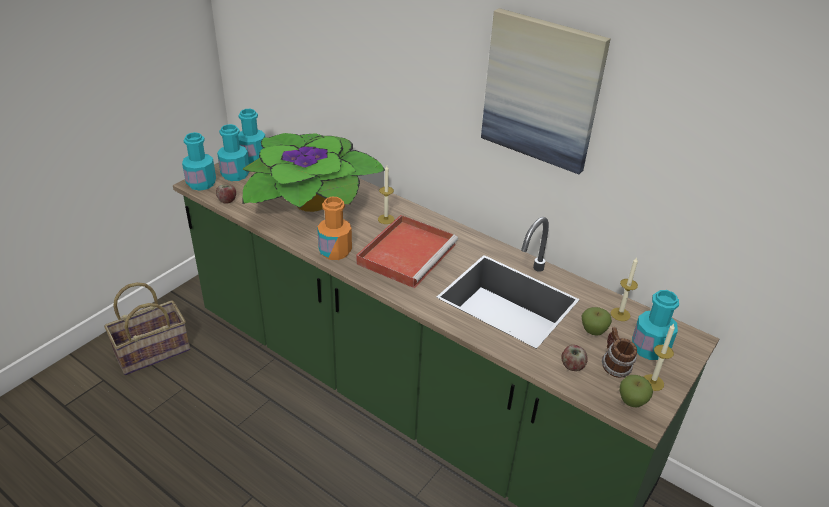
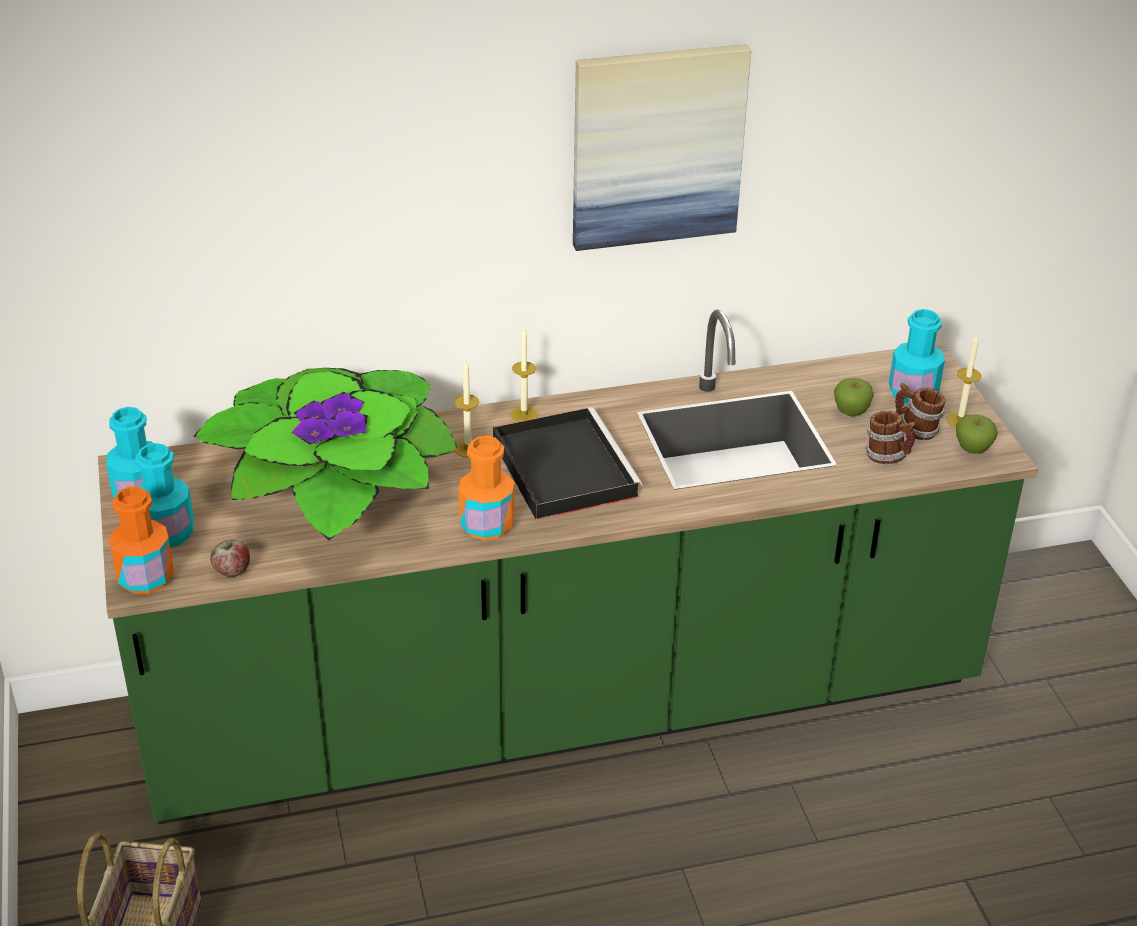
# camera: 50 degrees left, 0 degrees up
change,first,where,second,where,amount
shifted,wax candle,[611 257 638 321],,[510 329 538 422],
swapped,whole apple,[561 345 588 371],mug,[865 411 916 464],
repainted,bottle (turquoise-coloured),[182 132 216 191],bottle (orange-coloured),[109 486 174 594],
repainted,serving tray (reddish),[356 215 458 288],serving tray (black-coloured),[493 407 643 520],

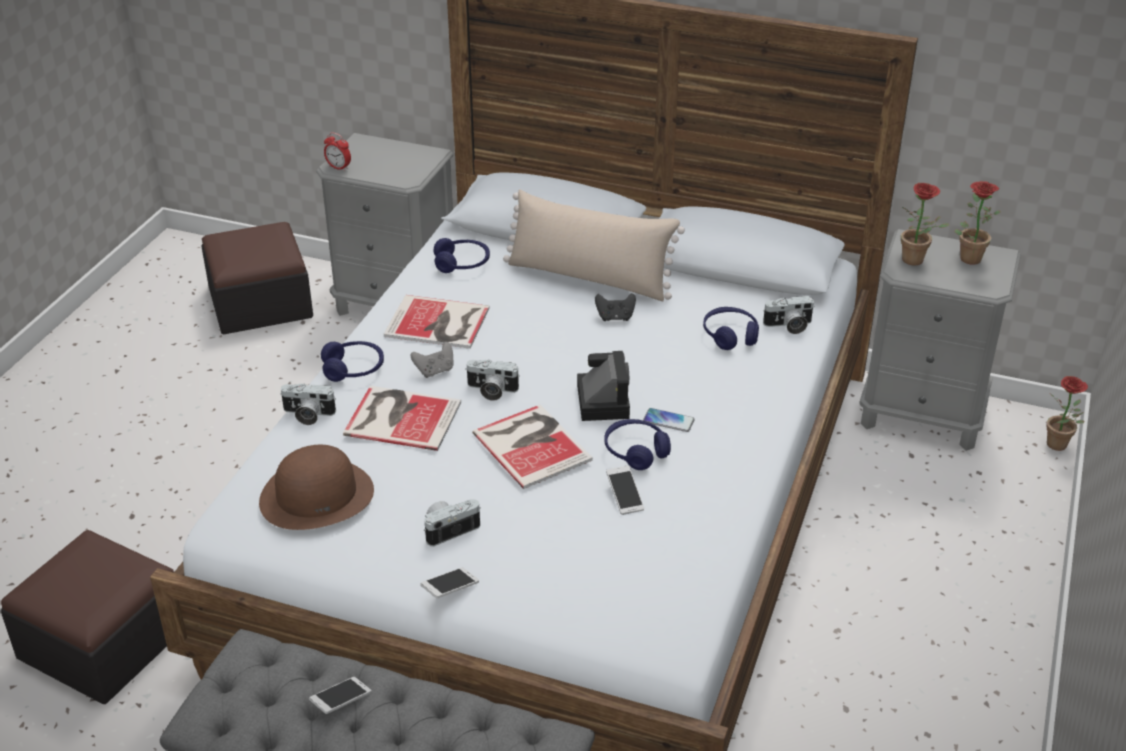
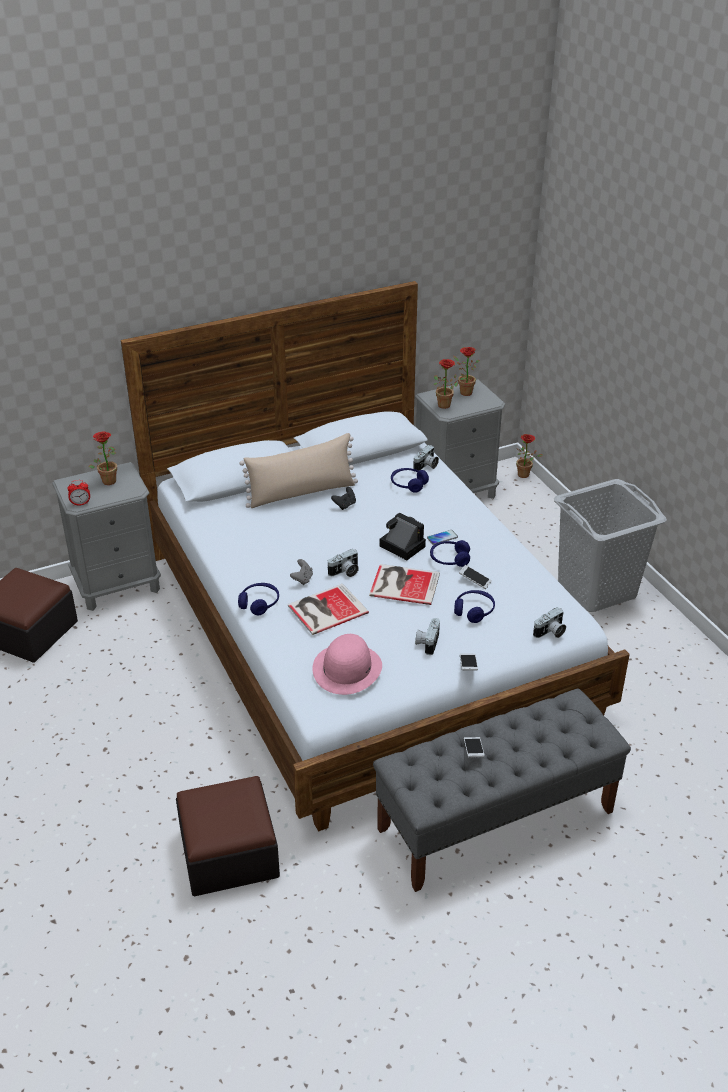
# camera: 45 degrees left, 0 degrees up
change,first,where,second,where,amount
gone,bound book,[384 295 490 349],,,
new,,,potted plant,[89 431 117 485],
new,,,laundry basket (gray),[554 479 667 612],
shifted,photo camera,[280 383 336 425],,[533 607 566 638],
shifted,pair of headphones (blue),[434 238 490 273],,[454 590 495 623],
repainted,wearable hat (brownish),[259 445 374 530],wearable hat (pinkish),[313 634 382 695],

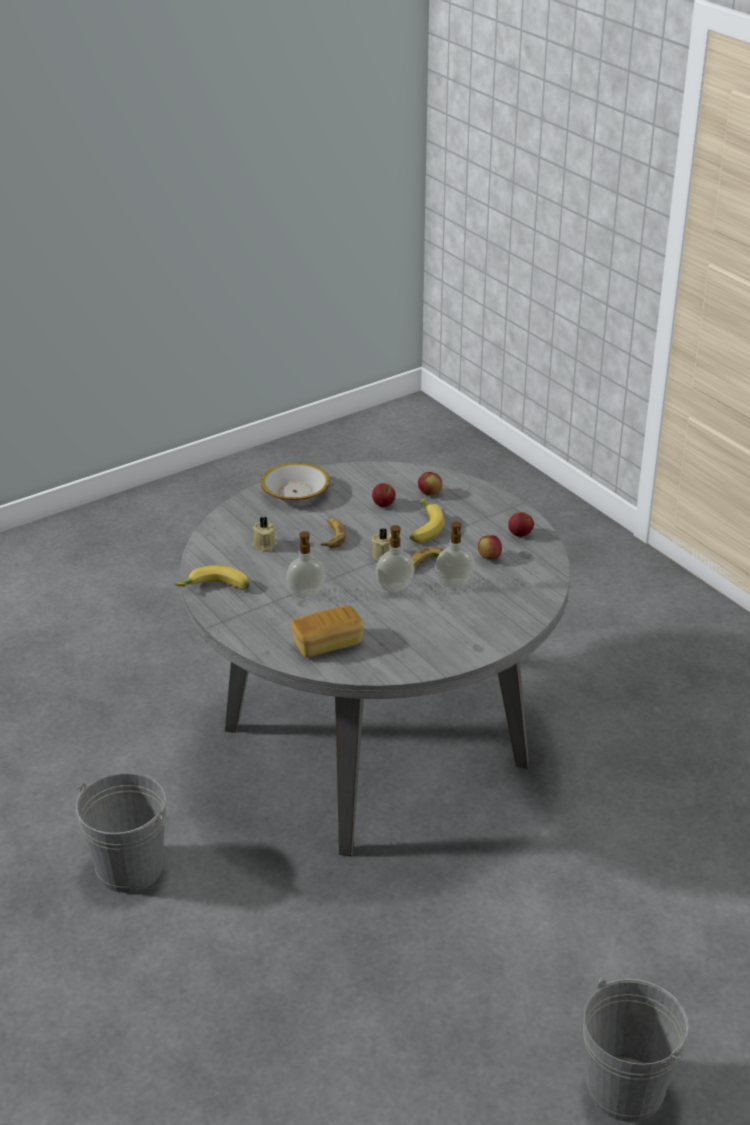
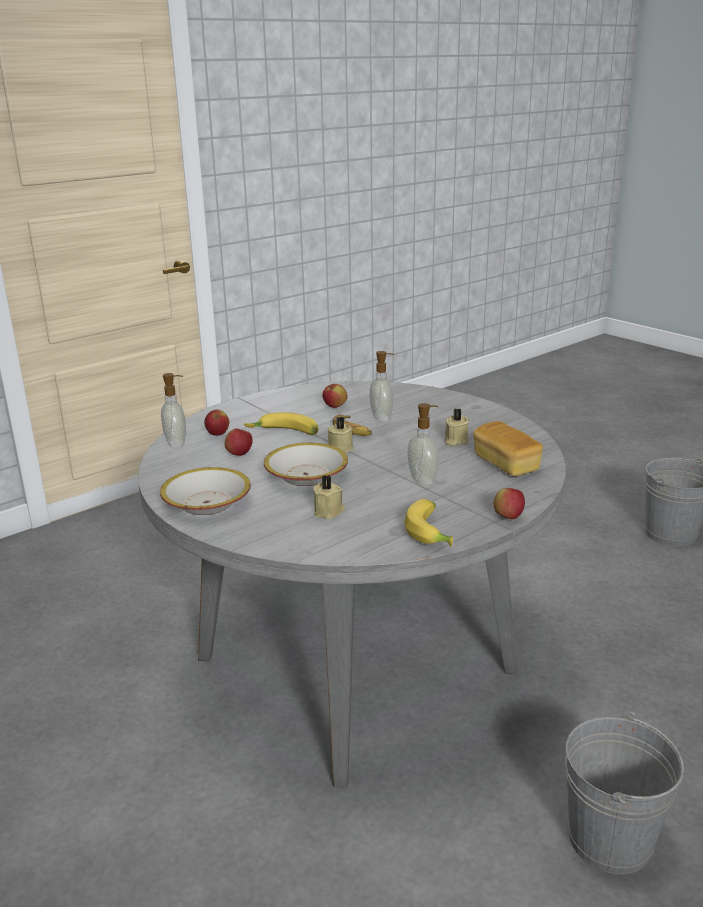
# camera: 95 degrees left, 10 degrees down
change,first,where,second,where,amount
new,,,wax candle (beige-coloured),[445 408 469 446],
shifted,soap bottle,[376 525 415 592],,[161 373 186 448],
shifted,whole apple,[508 512 534 537],,[494 488 525 519],
swapped,banana fruit,[320 518 346 548],bowl,[264 443 348 486],

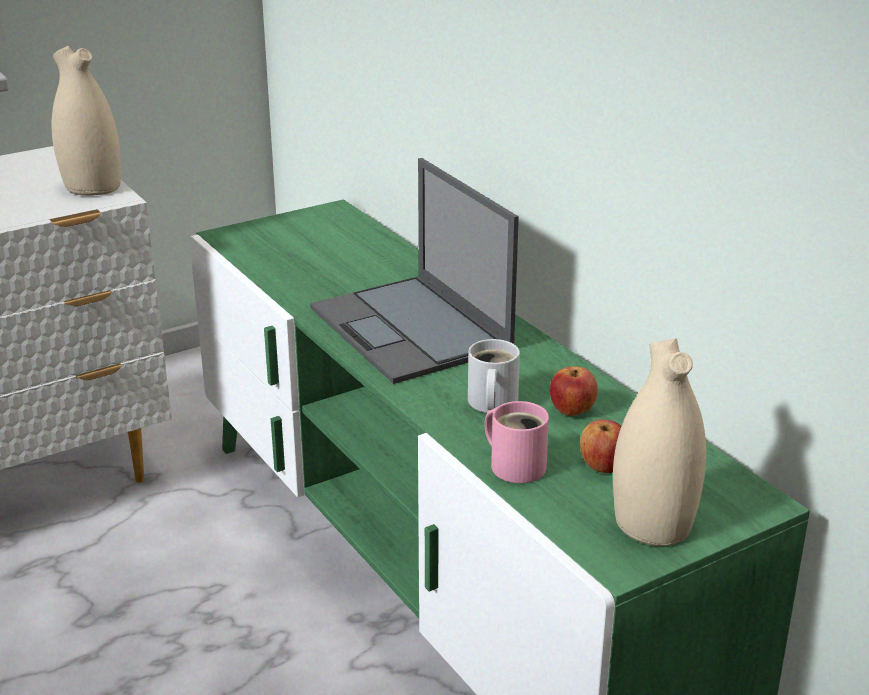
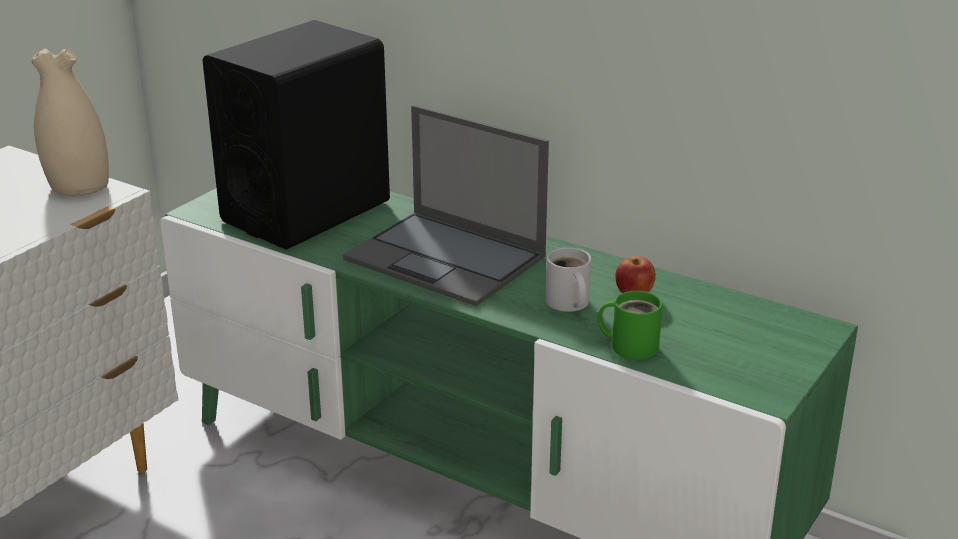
# camera: 25 degrees left, 0 degrees up
change,first,where,second,where,amount
gone,whole apple,[580 419 621 473],,,
gone,decorative vase (beige-coloured),[613 338 706 546],,,
new,,,speaker (black-coloured),[202 20 390 250],
repainted,mug (pinkish),[484 401 549 483],mug (greenish),[598 291 663 360],

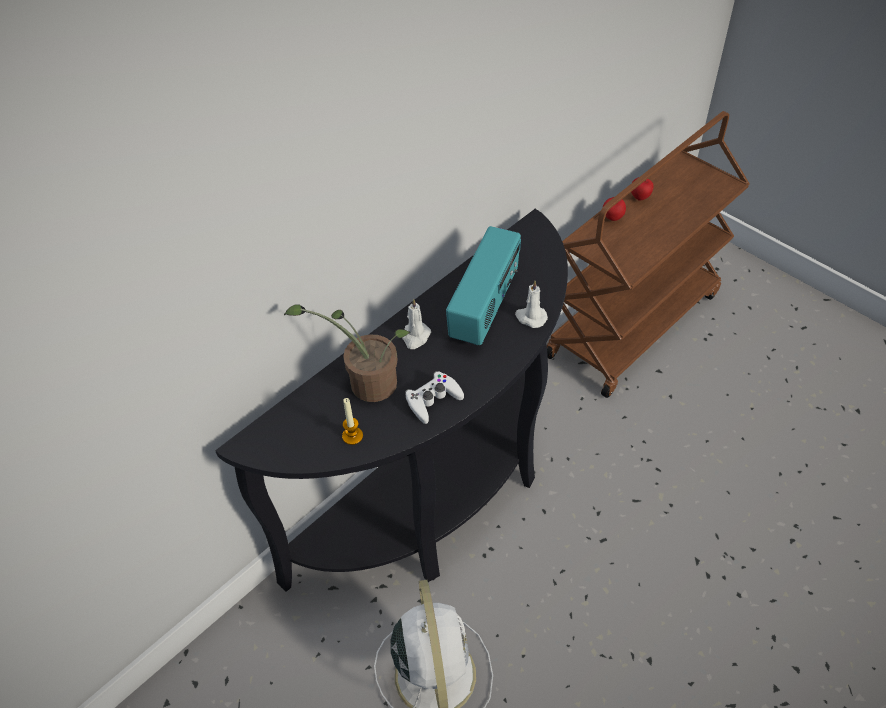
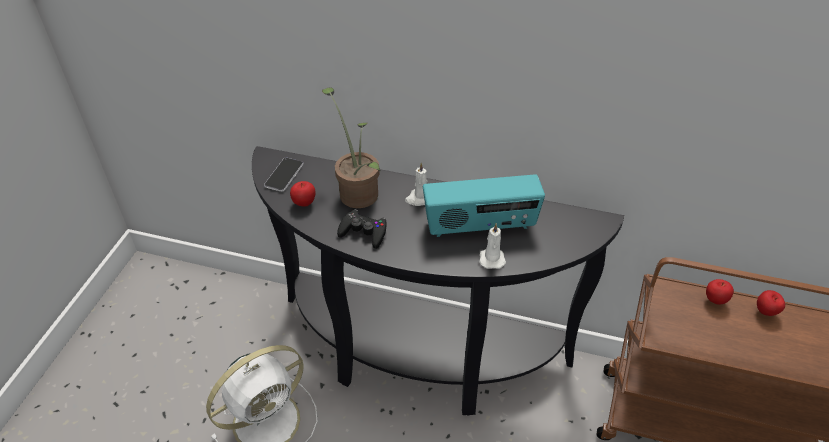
# camera: 60 degrees right, 5 degrees down
change,first,where,second,where,amount
new,,,telephone,[264 158 304 192],
swapped,wax candle,[342 398 363 445],whole apple,[290 181 316 207],
repainted,game controller (white-coloured),[405 371 464 424],game controller (black-coloured),[337 209 387 249],

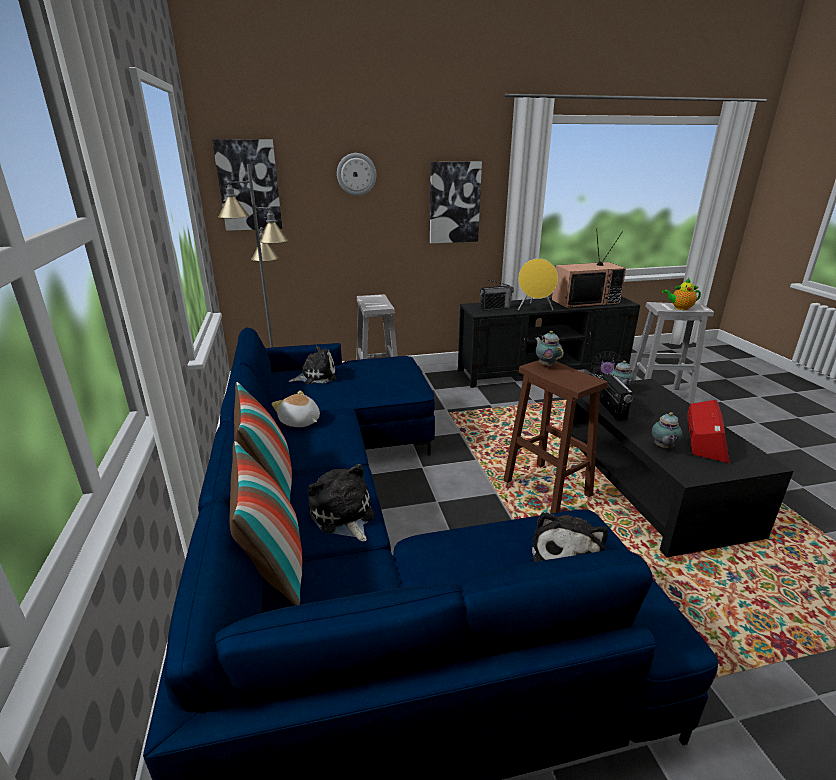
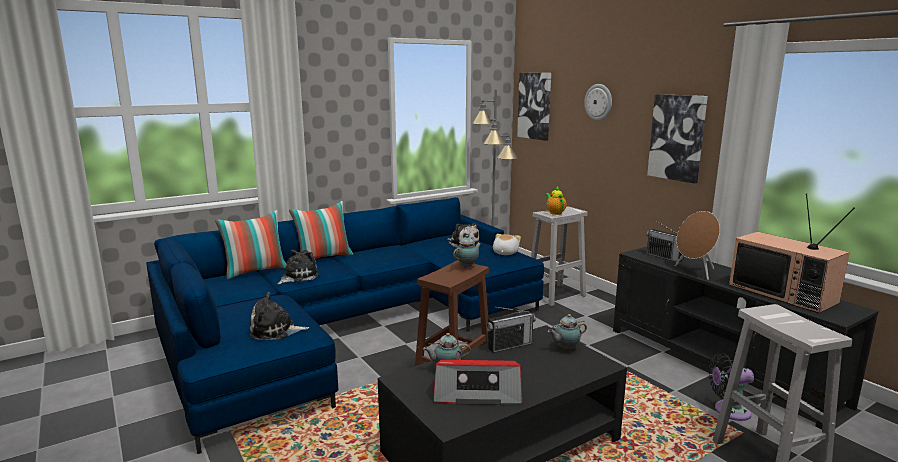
# camera: 70 degrees right, 10 degrees down
change,first,where,second,where,amount
shifted,soft toy,[272 391 320 427],,[493 234 521 255],
shifted,tea pot,[662 278 701 310],,[546 186 566 215],
repainted,speaker (yellow-coloured),[518 258 558 310],speaker (brownish),[675 211 720 280],

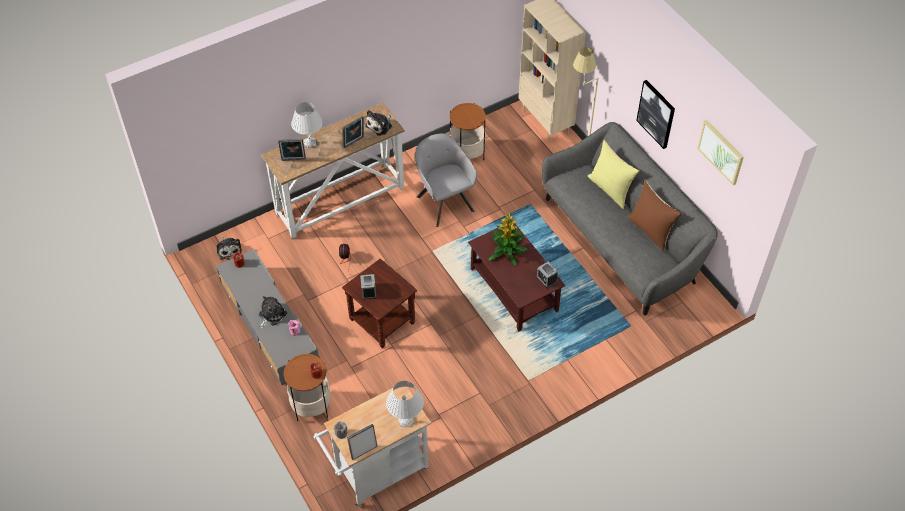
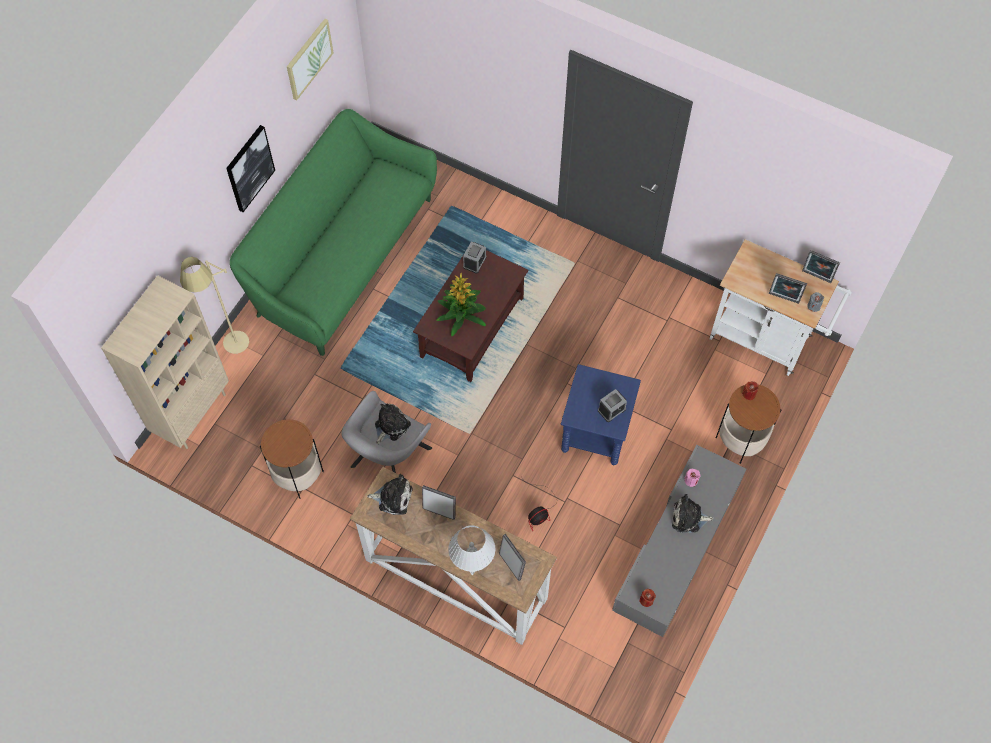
# camera: 120 degrees left, 10 degrees up
change,first,where,second,where,amount
gone,lamp for a table (white-coloured),[386 381 424 428],,,
gone,cushion (yellow-coloured),[588 140 639 209],,,
gone,cushion (brownish),[627 181 682 252],,,
new,,,photo frame,[769 273 807 304],
shifted,soft toy,[216 237 242 260],,[375 404 411 444],
repainted,accent table (brownish),[342 259 417 348],accent table (blue),[561 364 641 465],
repainted,sofa (gray),[542 122 718 316],sofa (greenish),[230 109 437 356],

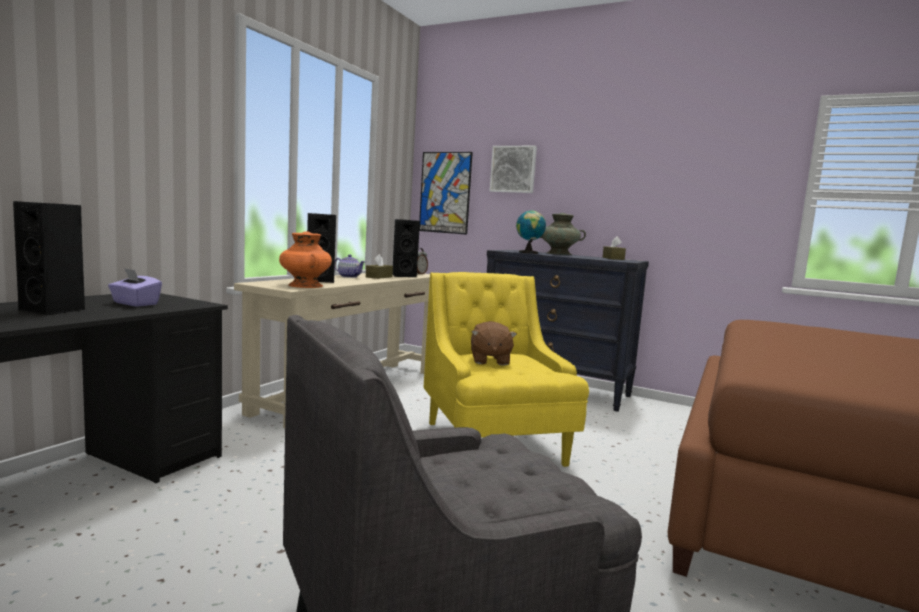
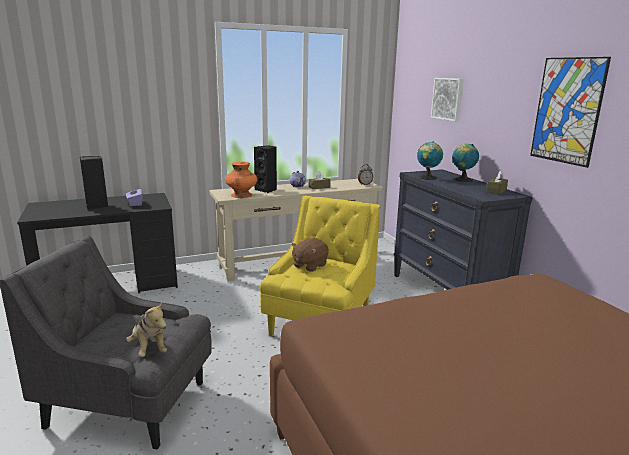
# camera: 40 degrees right, 10 degrees up
change,first,where,second,where,amount
gone,speaker (black-coloured),[393 219 420 277],,,
new,,,soft toy,[126 302 167 357],
shifted,wall picture,[419 152 473 235],,[530 57 611 168],
swapped,decorative vase (turquoise-coloured),[540 213 586 255],world globe,[452 144 479 182],

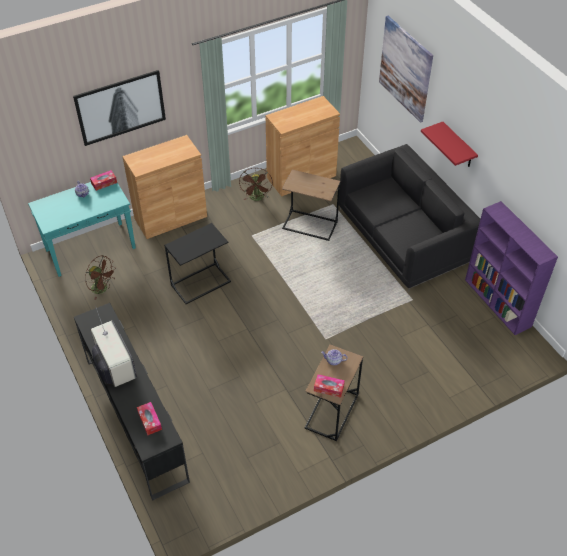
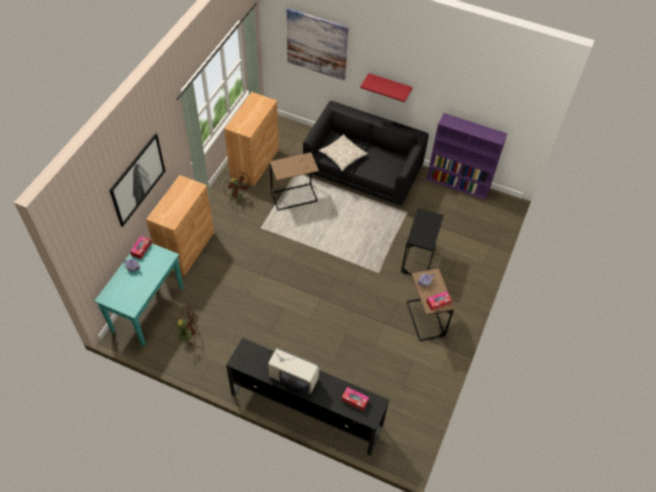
# camera: 40 degrees left, 5 degrees up
change,first,where,second,where,amount
new,,,cushion,[318 134 368 171],
shifted,accent table (black-coloured),[164 223 231 304],,[401 208 444 275],

